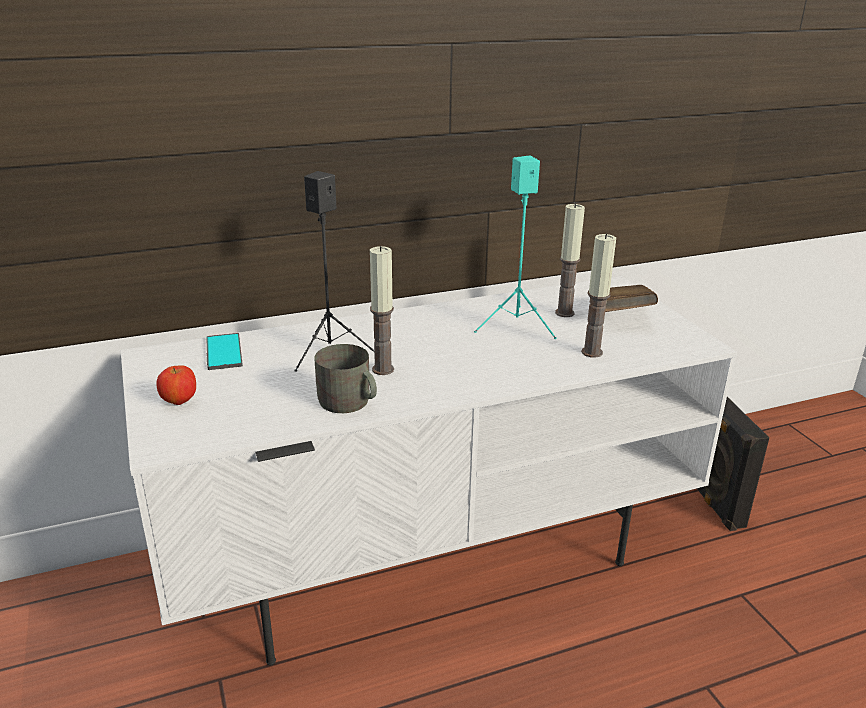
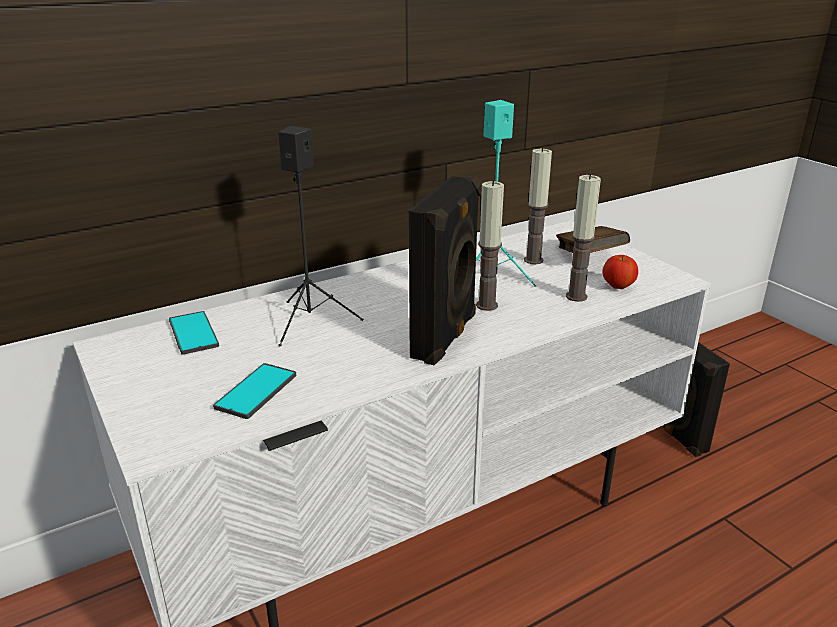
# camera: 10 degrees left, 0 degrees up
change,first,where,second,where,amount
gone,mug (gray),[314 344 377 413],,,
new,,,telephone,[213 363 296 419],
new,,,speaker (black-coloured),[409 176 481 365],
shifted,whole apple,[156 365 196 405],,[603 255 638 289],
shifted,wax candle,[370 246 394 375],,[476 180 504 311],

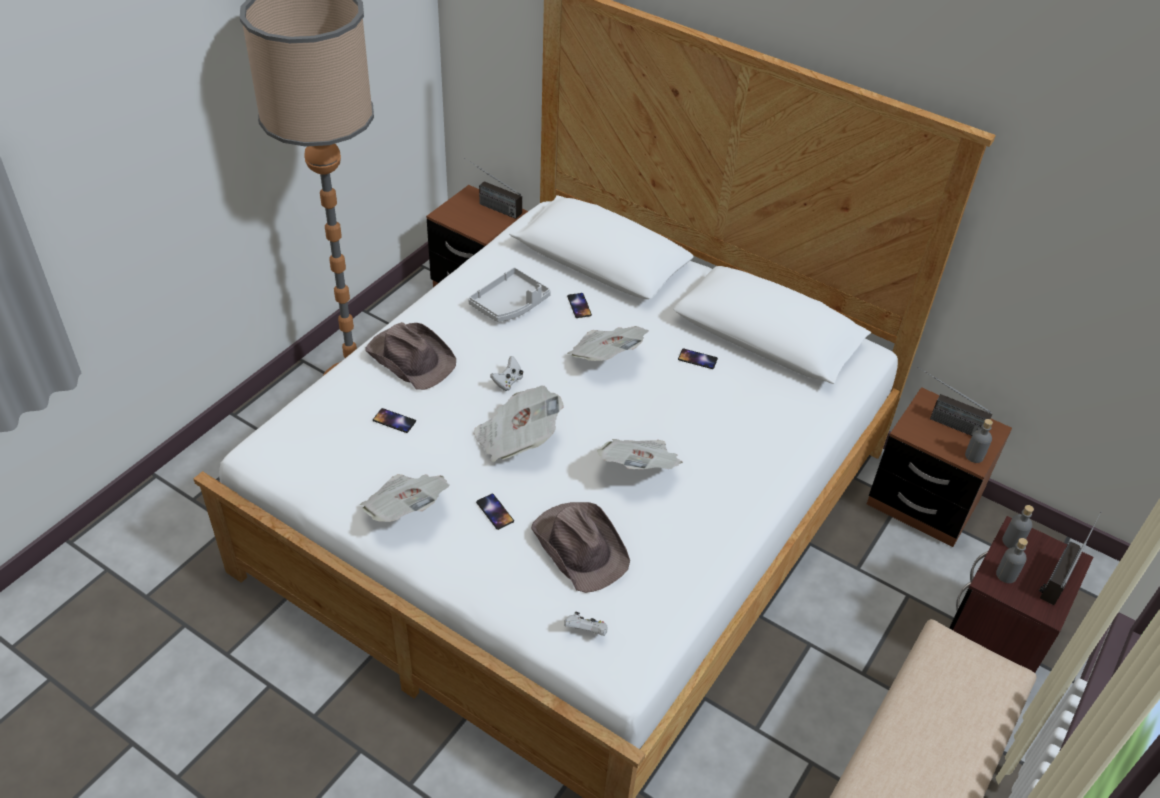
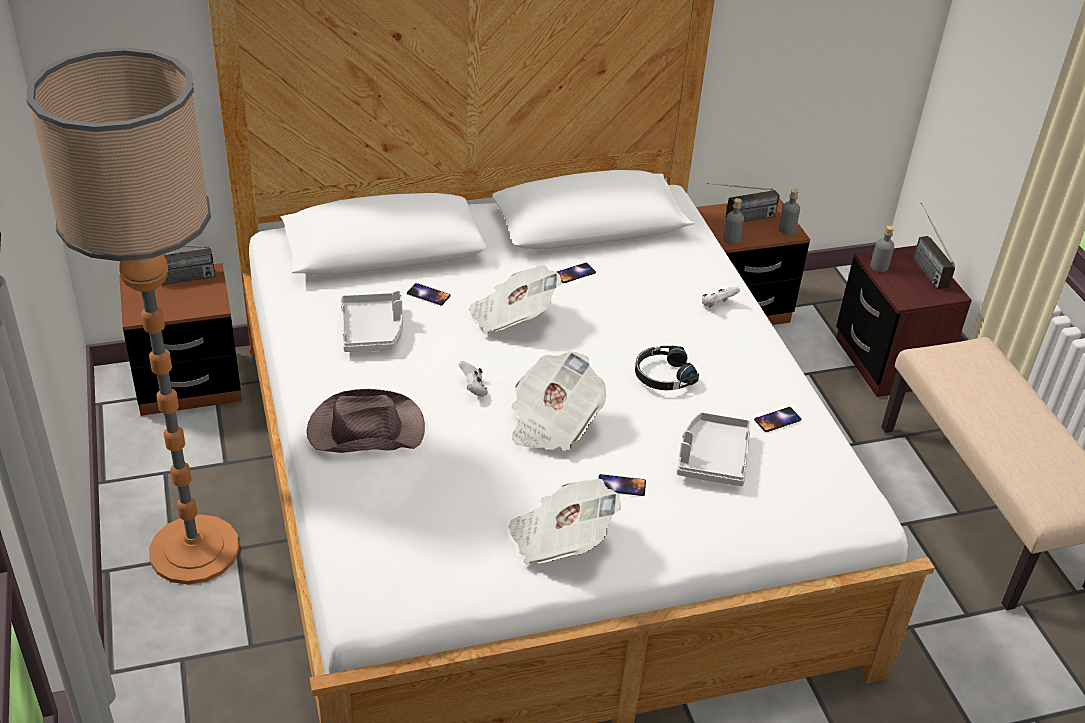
# camera: 50 degrees left, 5 degrees down
change,first,where,second,where,amount
shifted,telephone,[373 408 416 433],,[754 407 802 432],
shifted,game controller (white-coloured),[564 612 607 636],,[702 287 740 308],
shifted,bottle (gray),[996 538 1028 583],,[723 198 744 245],
swapped,wearable hat (brownish),[531 502 630 593],serving tray (gray),[677 412 751 486],
swapped,newspaper,[597 439 683 469],pair of headphones (black-coloured),[635 346 699 390],

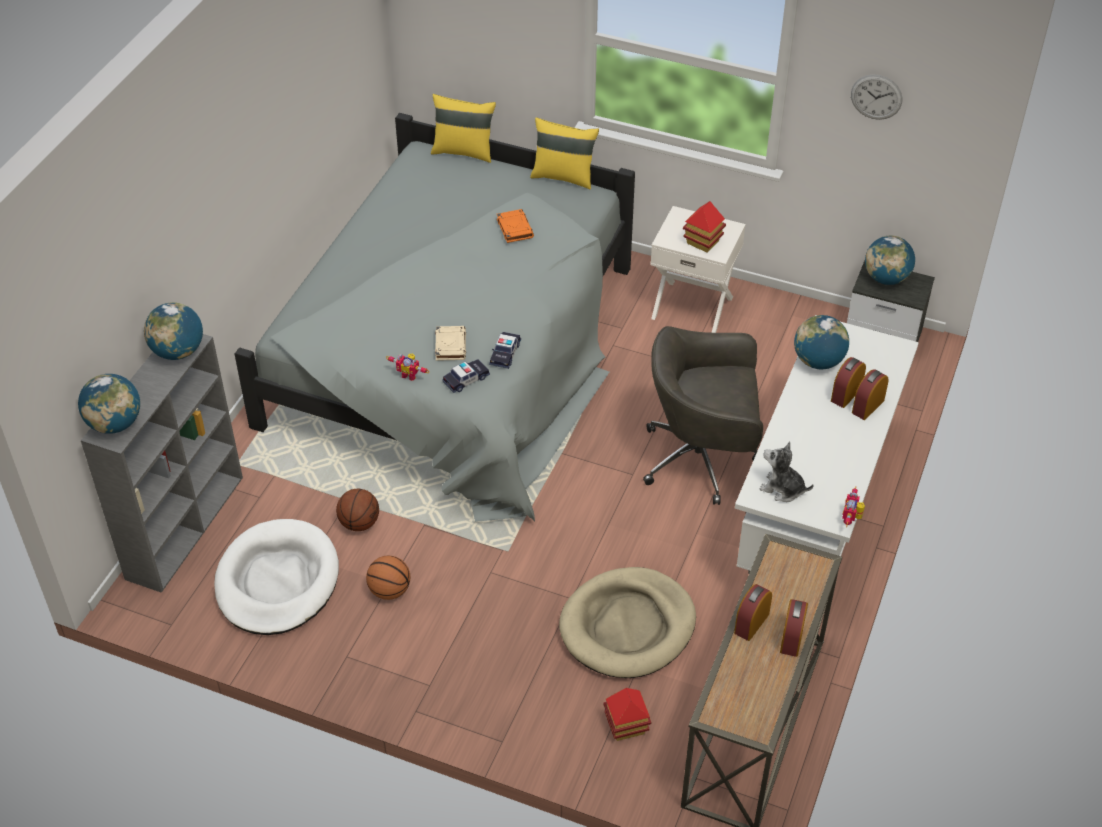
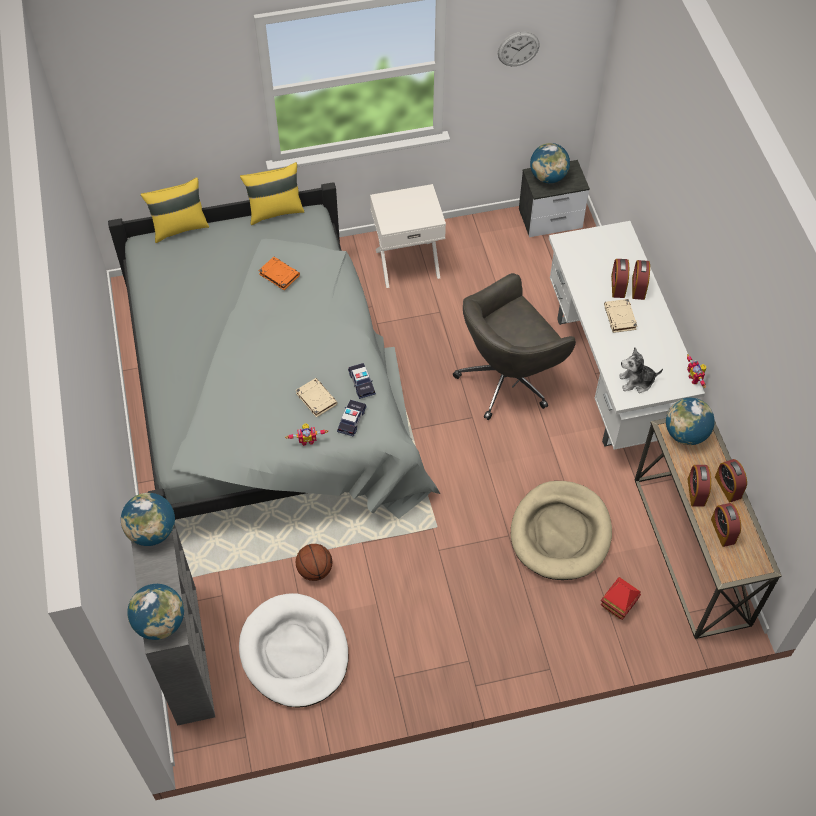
# camera: 35 degrees left, 10 degrees up
change,first,where,second,where,amount
gone,ball for basketball,[366 556 410 600],,,
gone,miniature house,[683 201 726 253],,,
new,,,bound book (beige-coloured),[604 299 637 333],
new,,,alarm clock,[711 503 741 547],
shifted,world globe,[794 315 849 369],,[666 398 715 445],

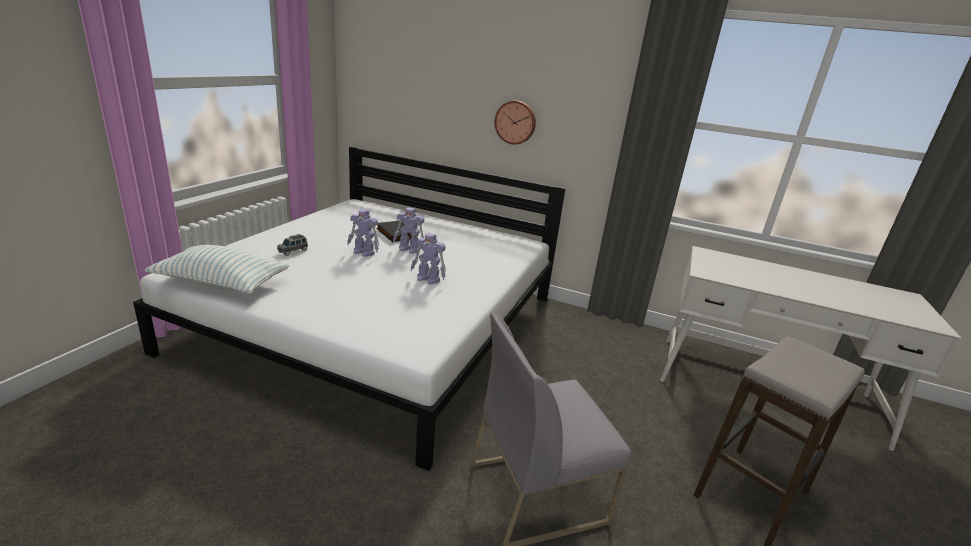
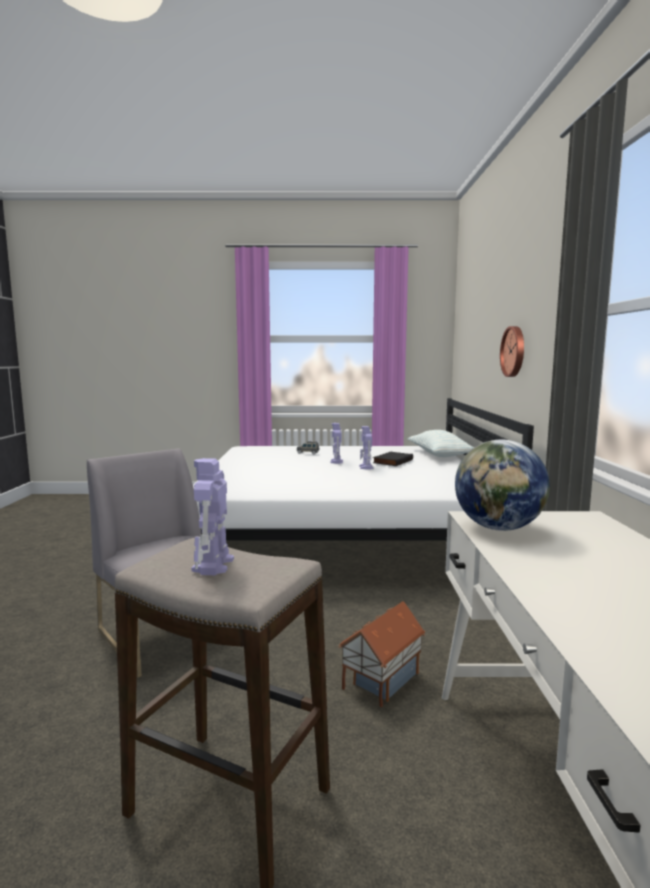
# camera: 70 degrees right, 15 degrees down
change,first,where,second,where,amount
new,,,miniature house,[338 601 425 708],
new,,,world globe,[455 439 550 531],
shifted,cushion,[145 245 289 294],,[408 430 474 457],
shifted,robot figure,[410 233 446 285],,[191 458 234 575],

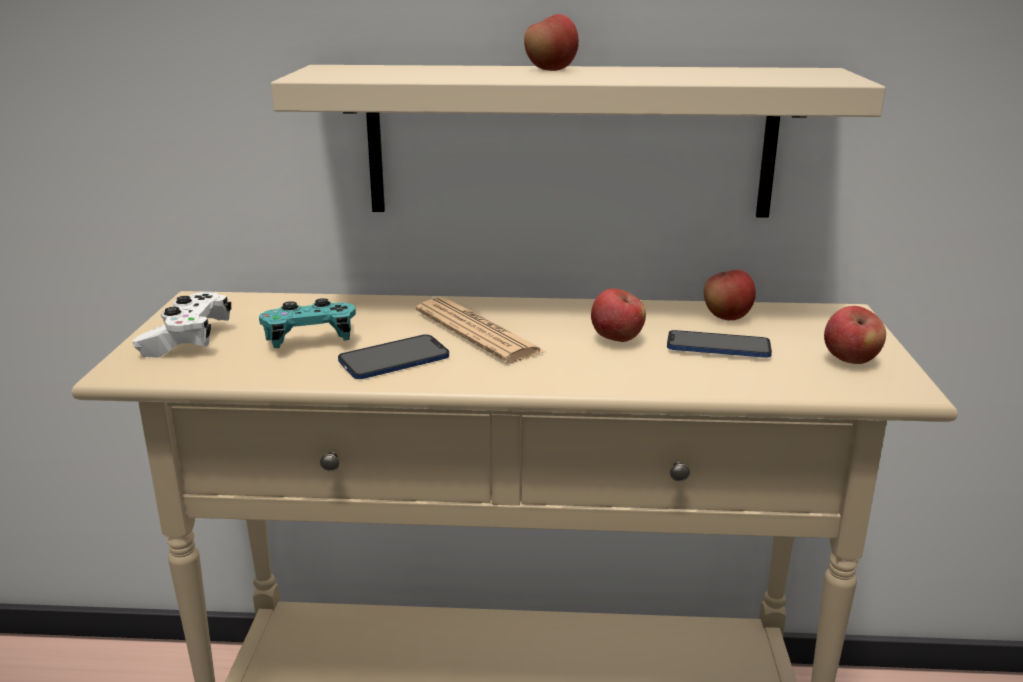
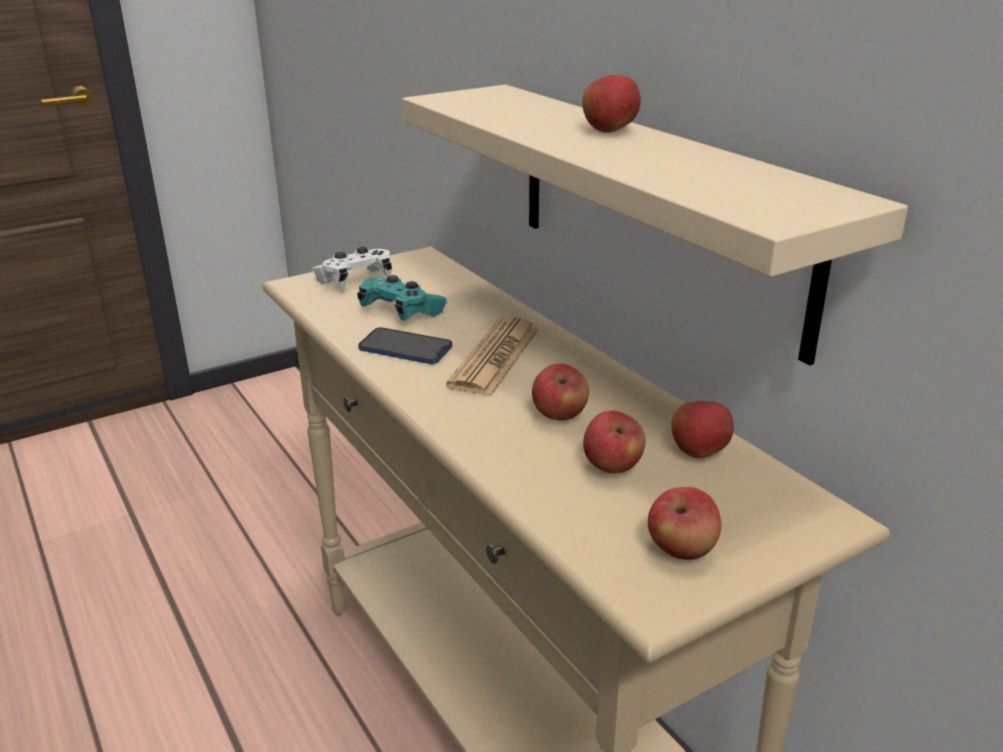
# camera: 55 degrees right, 5 degrees up
change,first,where,second,where,amount
swapped,telephone,[667 330 772 358],whole apple,[583 411 645 473],

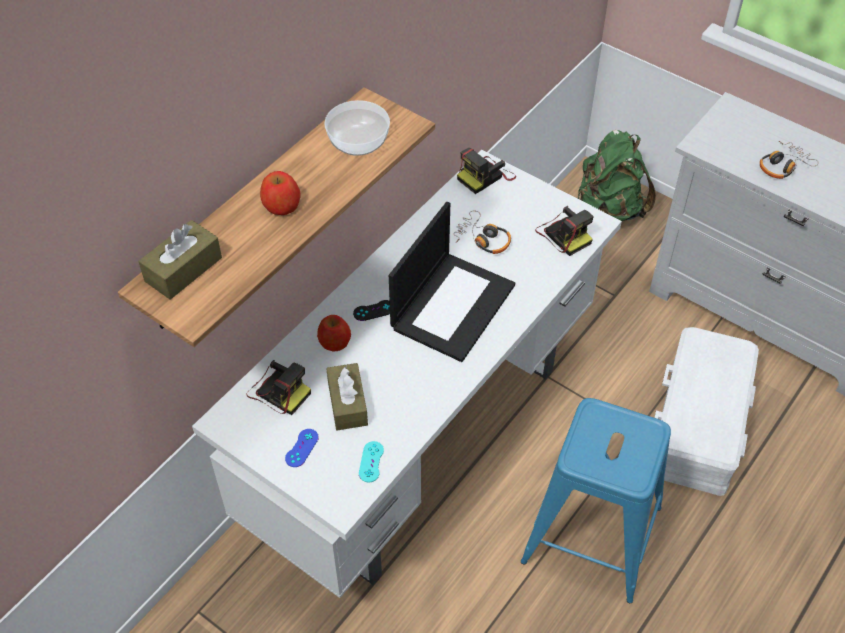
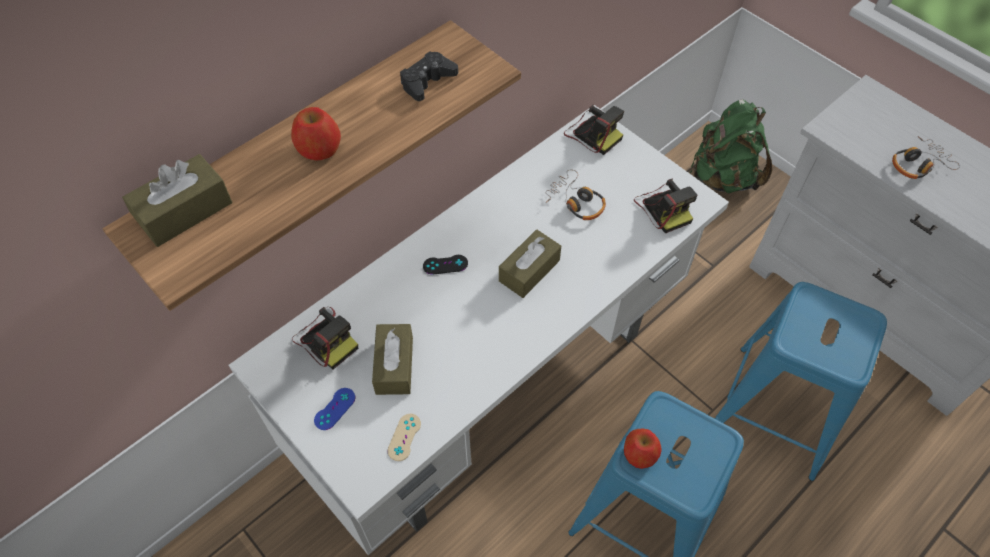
# camera: 10 degrees right, 5 degrees up
change,first,where,second,where,amount
shifted,whole apple,[317 315 351 352],,[624 429 662 469],
swapped,bowl,[324 100 390 156],game controller (black-coloured),[400 51 458 101],
swapped,portable computer,[389 202 515 362],tissue holder (brownish),[499 230 561 298],
swapped,storage box (white-coloured),[654 327 759 496],stool seat (blue),[715 282 887 481],
repainted,game controller (turquoise-coloured),[359 441 384 482],game controller (beige-coloured),[387 414 421 461],
rotated,photo camera,[457 148 516 194],,[564 105 624 155],105 degrees counterclockwise

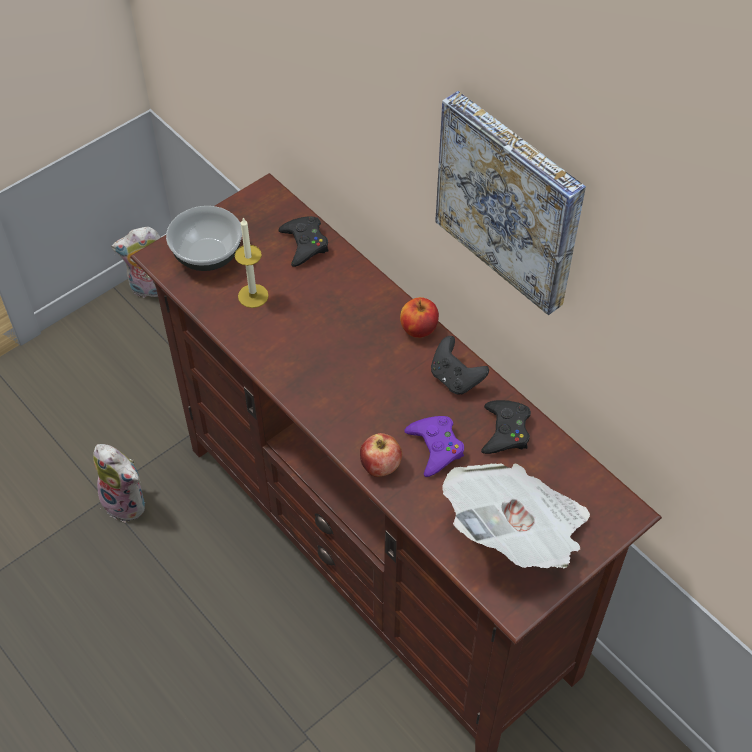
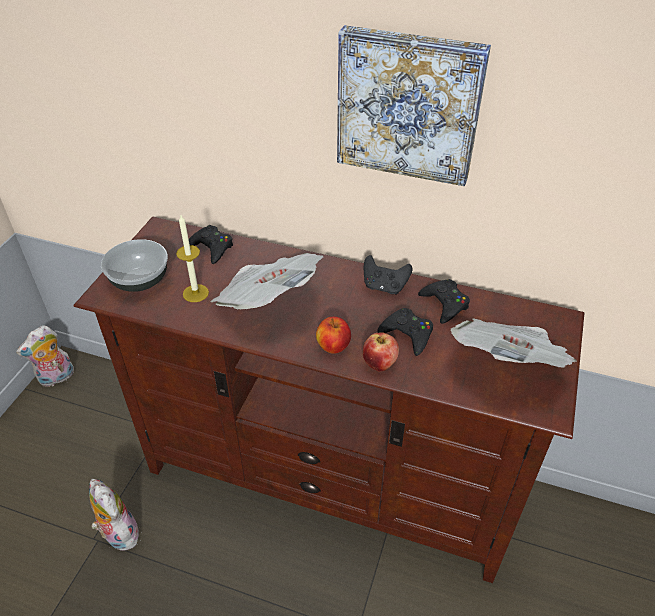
# camera: 30 degrees left, 10 degrees down
change,first,where,second,where,amount
new,,,newspaper,[210 253 323 309],
shifted,whole apple,[400 297 439 338],,[316 317 351 354],
repainted,game controller (purple),[404 416 464 477],game controller (black-coloured),[377 308 433 356],
rotated,soft toy,[93 444 145 523],,[89 479 142 551],135 degrees counterclockwise

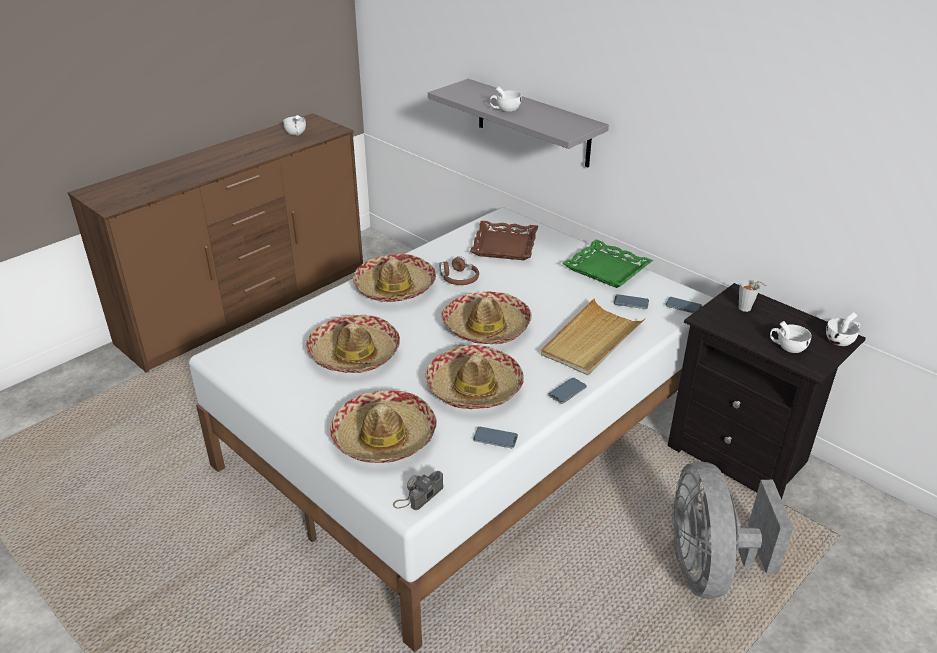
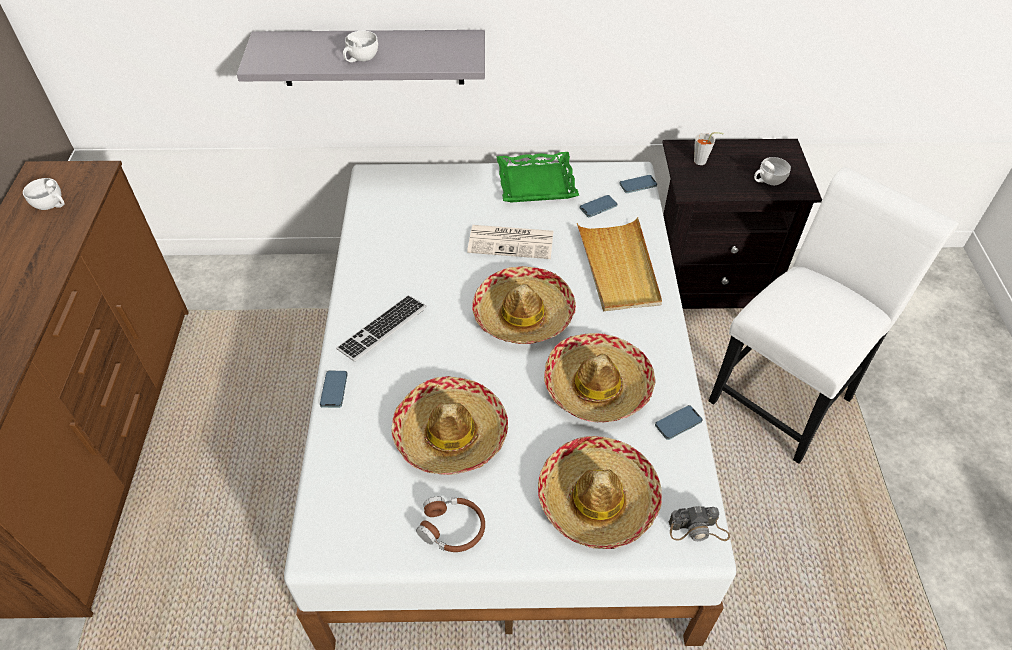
# camera: 45 degrees left, 15 degrees up
change,first,where,second,where,amount
gone,serving tray (brownish),[470 221 538 260],,,
gone,drinking cup (white-coloured),[826 312 861 346],,,
new,,,newspaper,[467 225 553 259],
shifted,pair of headphones (brownish),[440 256 479 285],,[416 497 485 552],
shifted,telephone,[548 378 587 404],,[320 371 348 408],
swapped,wearable hat,[353 254 436 302],PC keyboard,[336 295 426 361],
swapped,fan (gray),[672 462 793 599],upright chair (white-coloured),[709 167 958 464],
rotated,photo camera,[393 471 443 510],,[669 506 730 541],90 degrees counterclockwise

